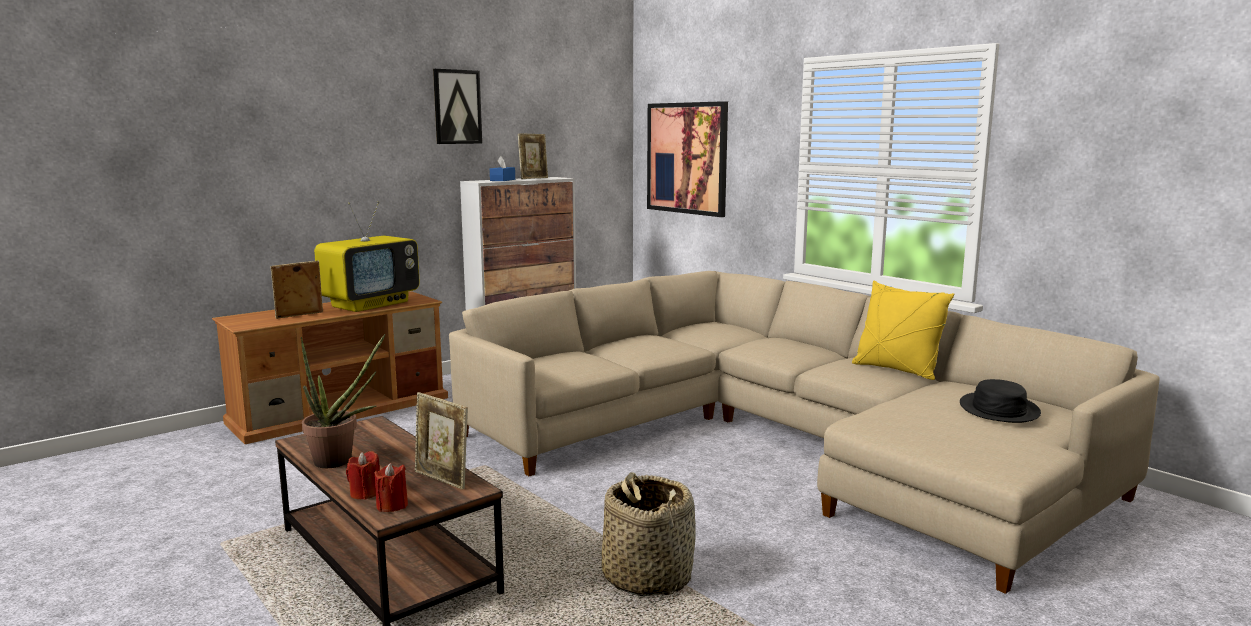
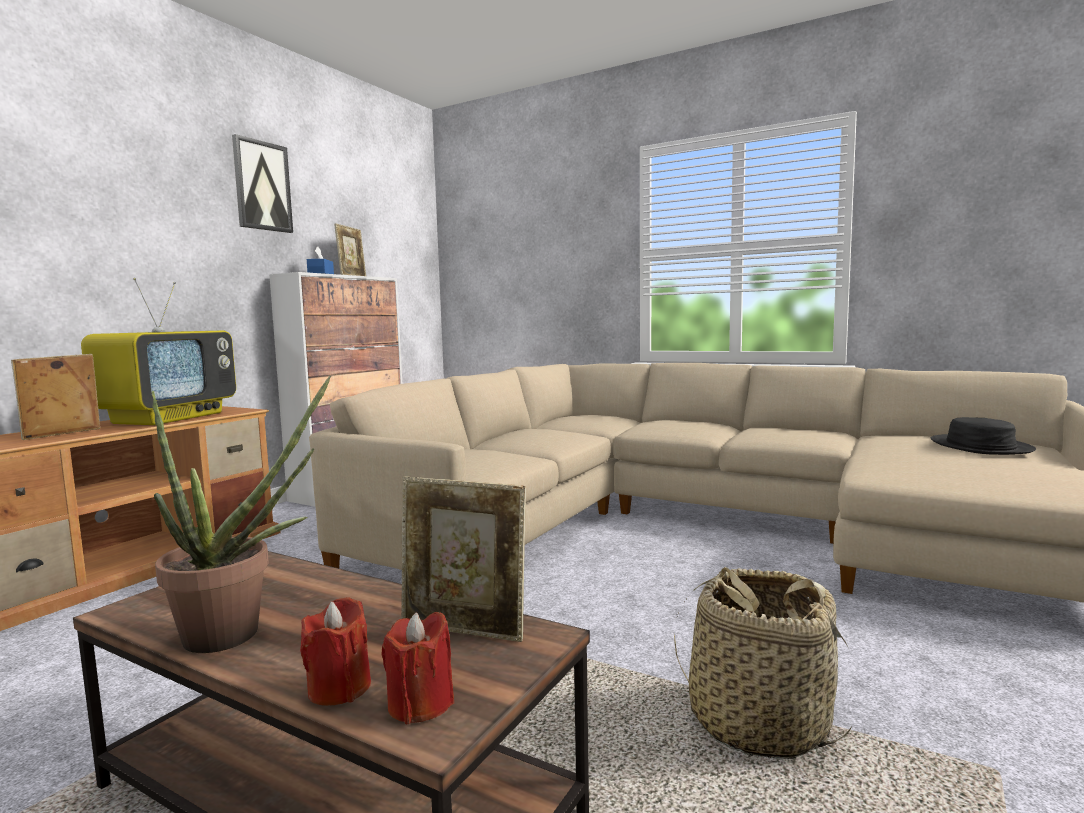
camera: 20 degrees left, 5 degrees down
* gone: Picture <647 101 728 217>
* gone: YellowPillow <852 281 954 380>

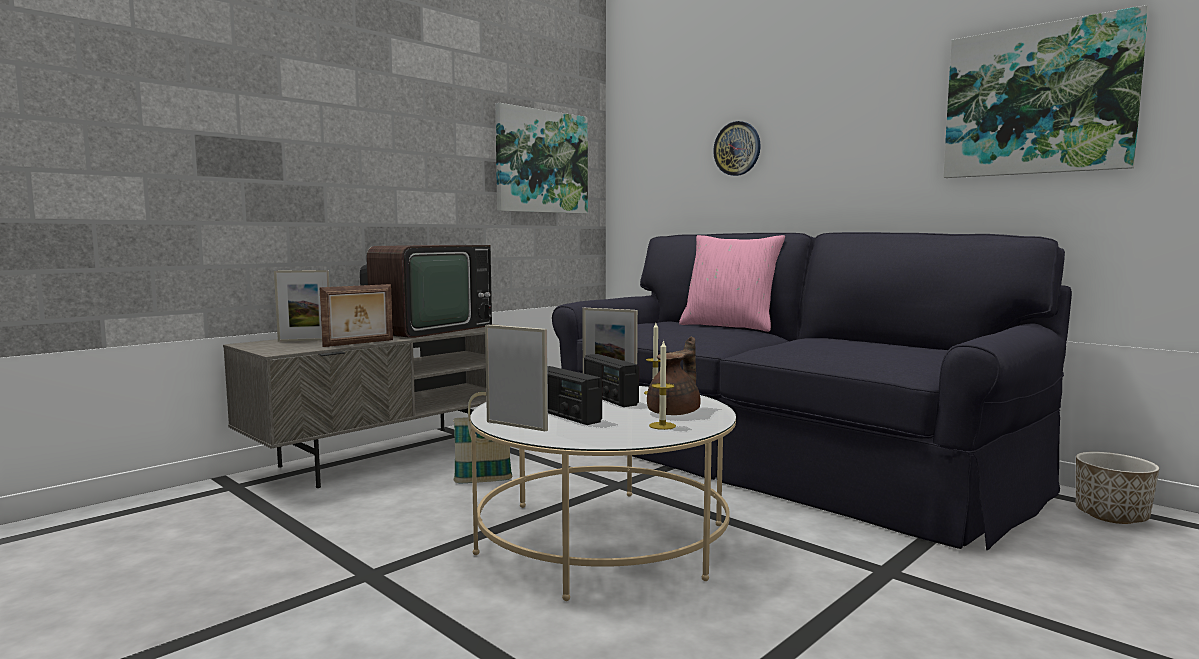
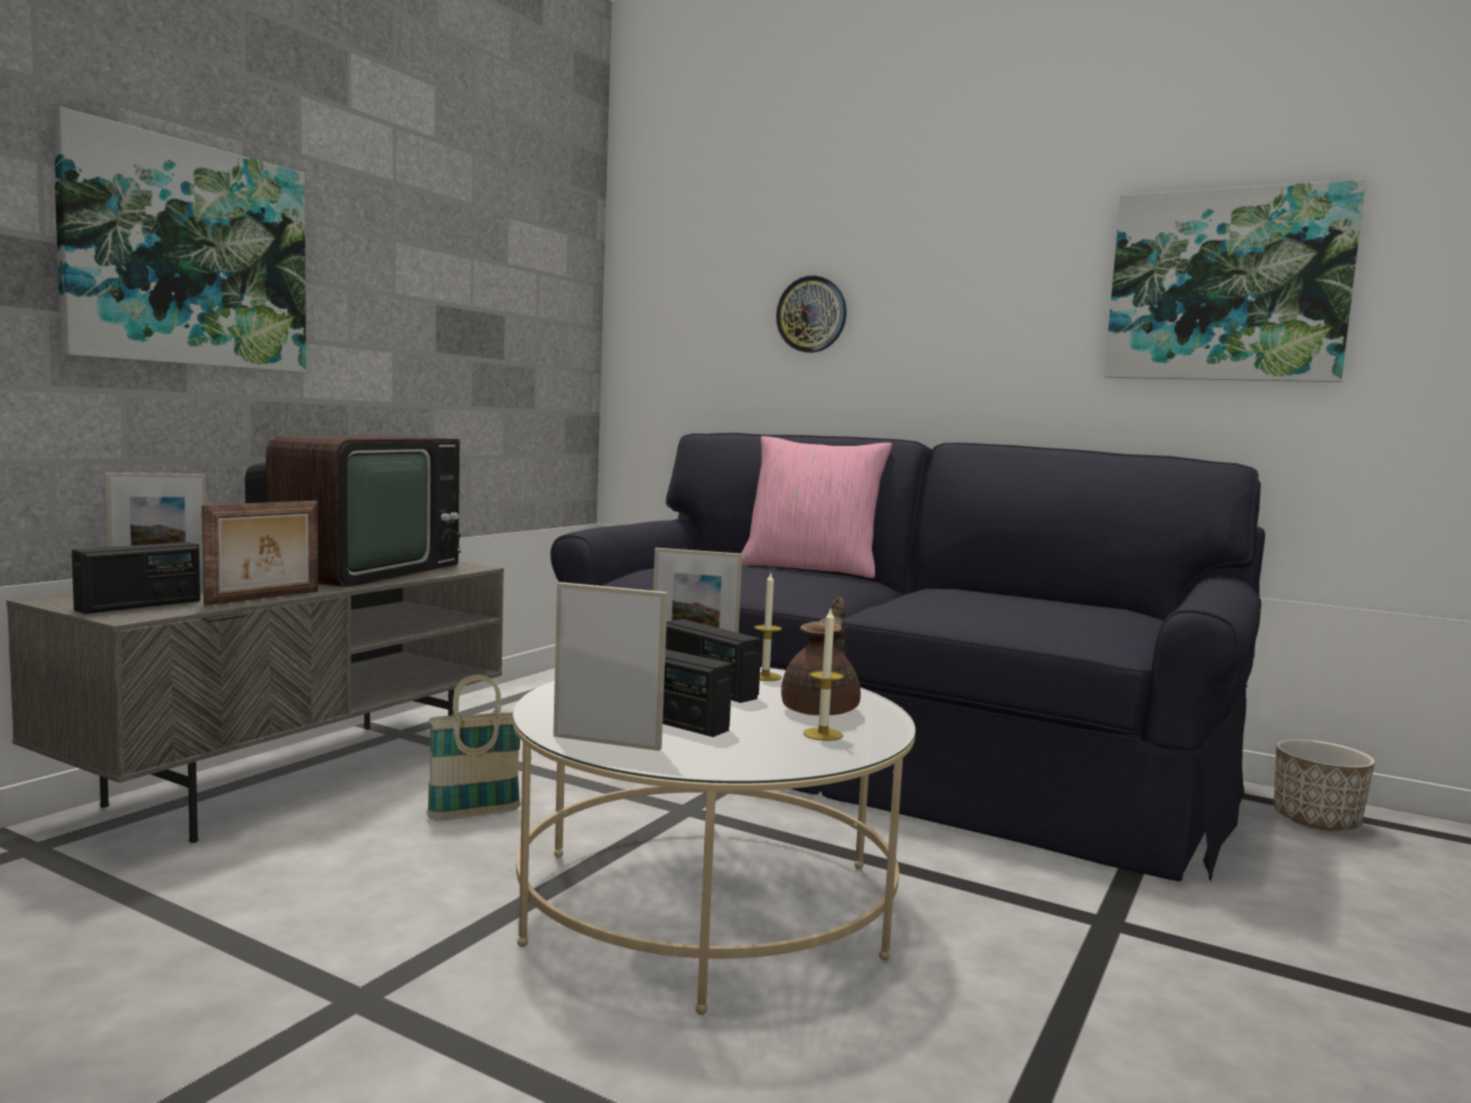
camera: 15 degrees left, 0 degrees up
* shifted: Picture <495 103 588 214> to <52 107 306 372>
* new: Radio <72 542 200 614>

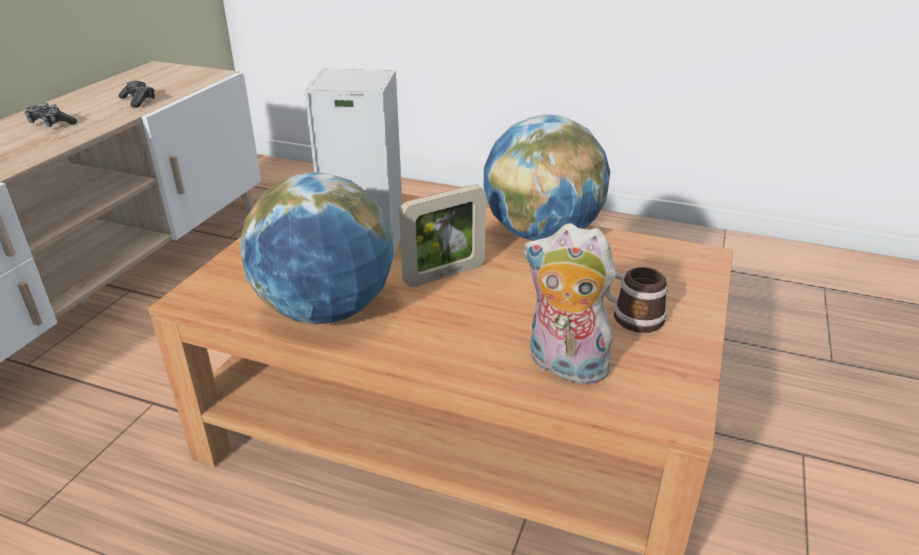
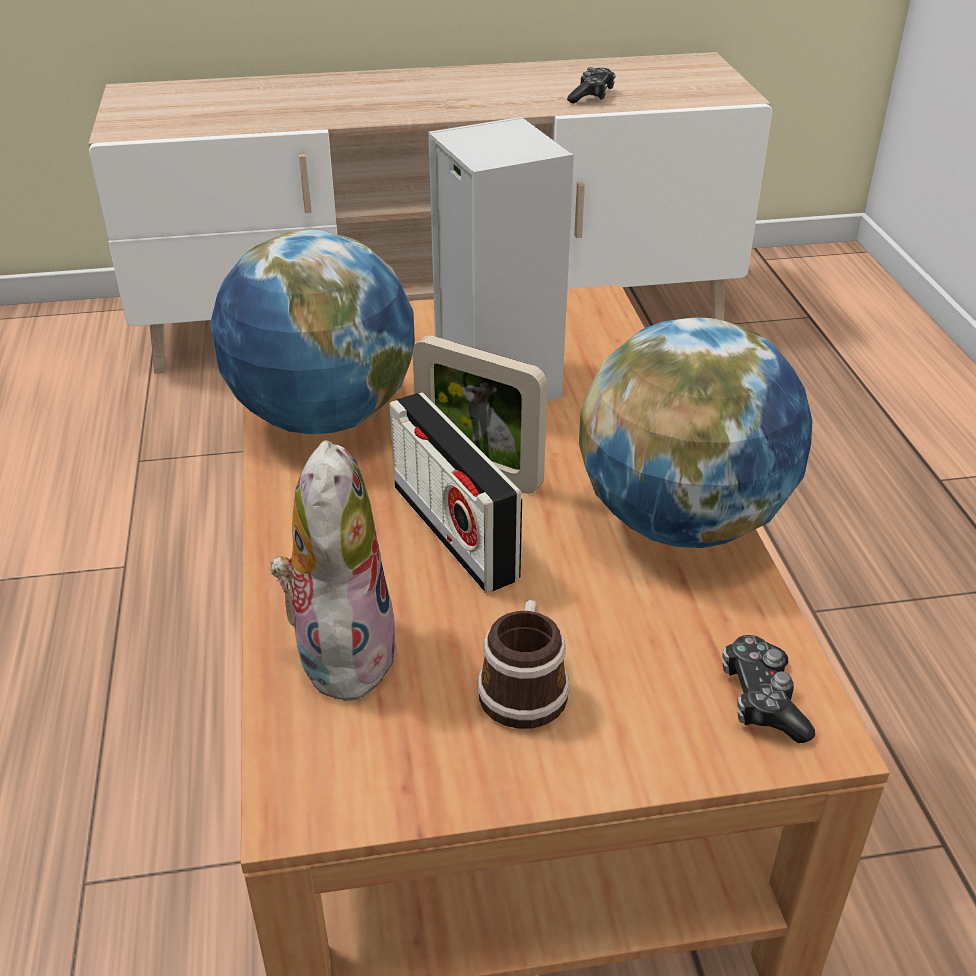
camera: 60 degrees right, 5 degrees up
* shifted: GameController <24 103 77 127> to <722 635 815 743>
* new: Radio <389 392 522 593>

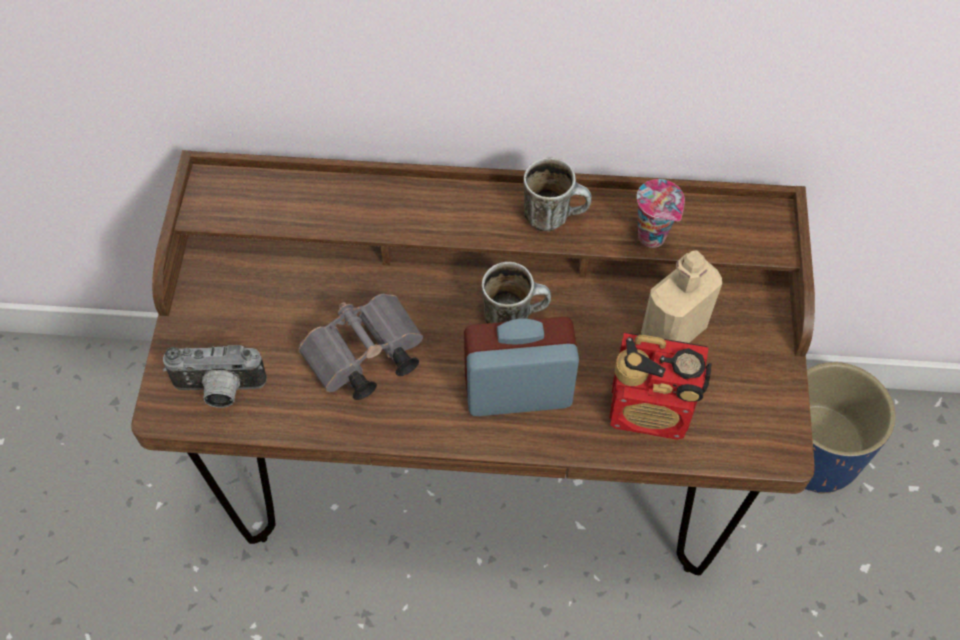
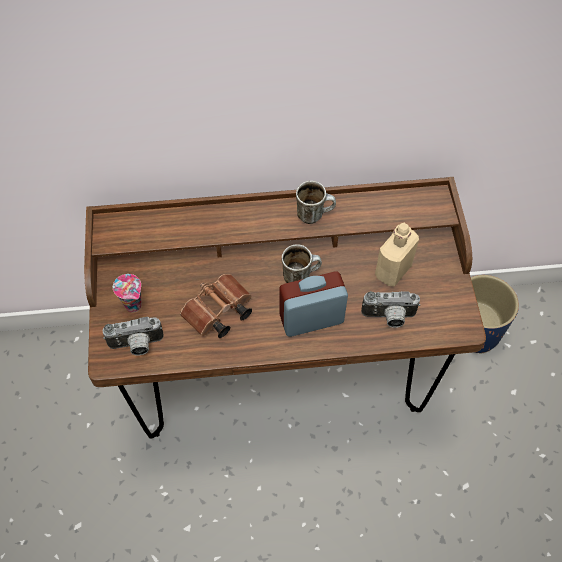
camera: 10 degrees left, 0 degrees up
* repainted: GreyBinoculars <298 294 423 400> to BrownBinoculars <180 274 252 338>
* swapped: Radio <609 332 712 440> to PhotoCamera <361 291 420 328>
* shifted: Cup <637 179 685 248> to <113 274 142 312>

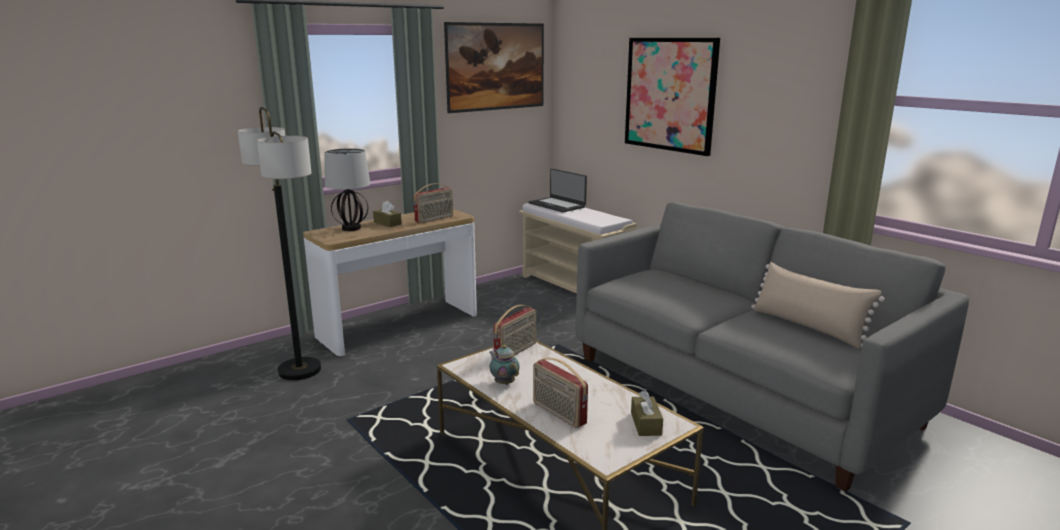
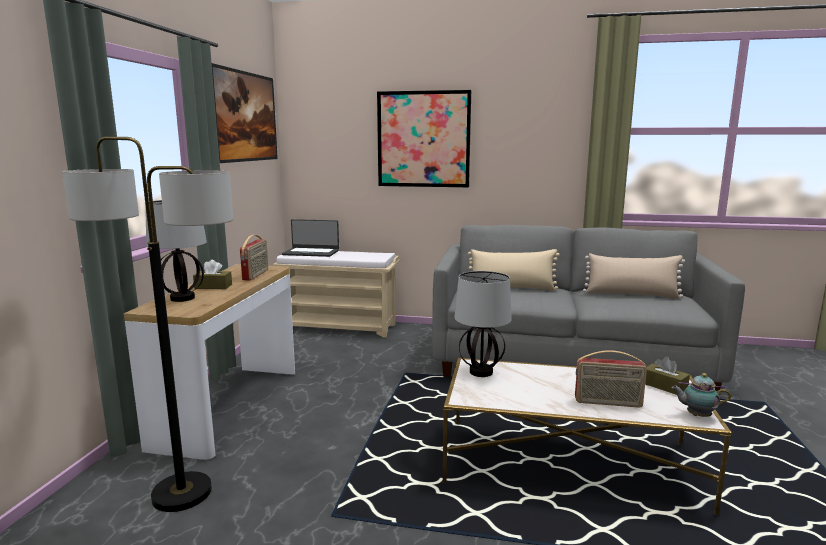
camera: 40 degrees left, 5 degrees down
* shifted: Teapot <489 345 520 385> to <671 373 731 417>
* swapped: Radio <493 305 536 356> to TableLamp <454 271 512 377>
* new: BeigePillow <468 249 559 291>

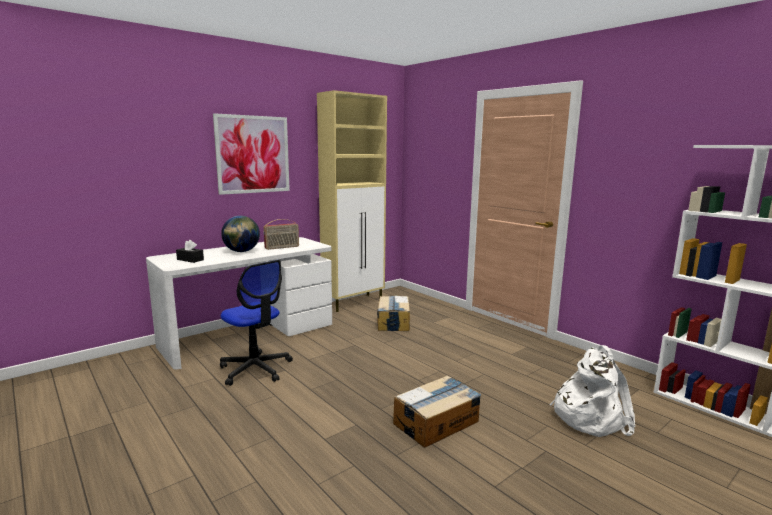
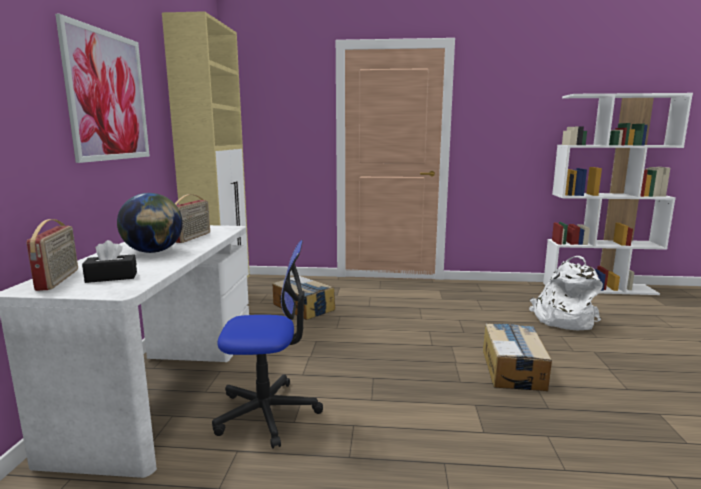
camera: 45 degrees left, 0 degrees up
* new: Radio <27 219 78 291>

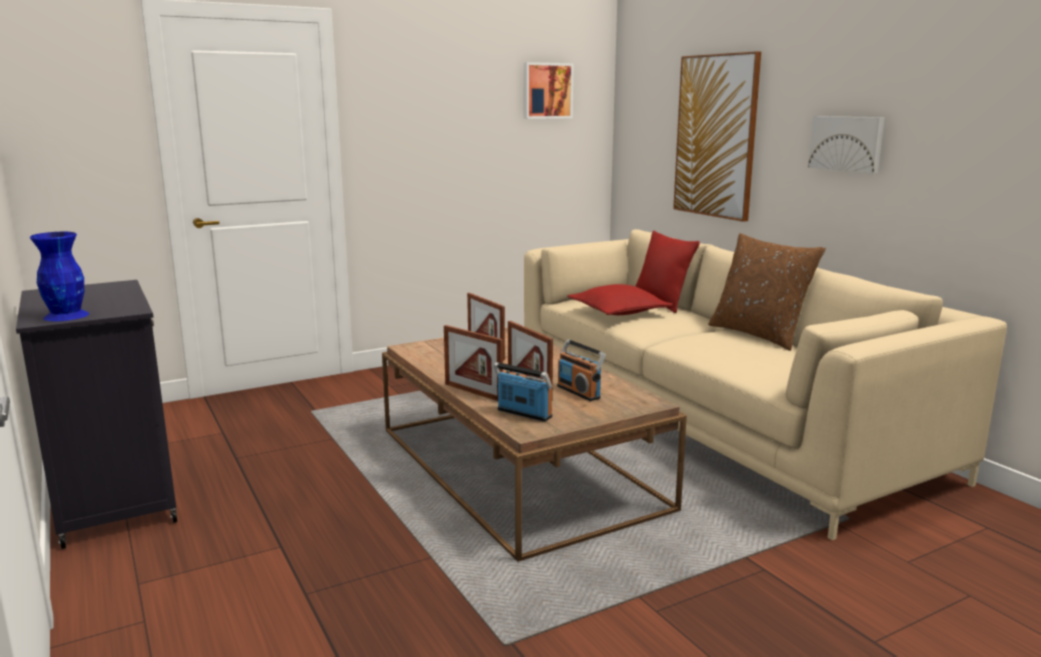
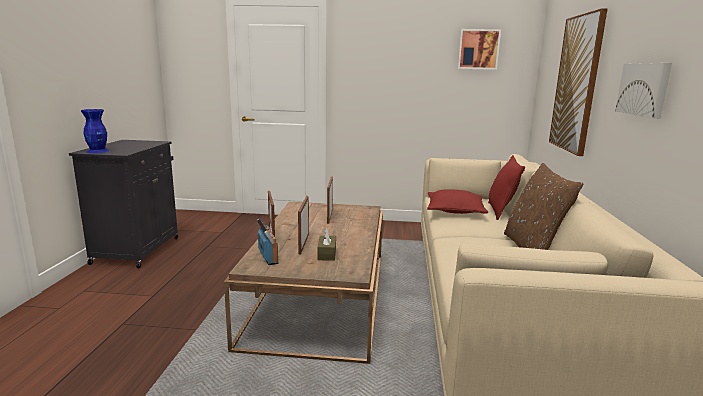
camera: 35 degrees right, 0 degrees up
* swapped: Radio <557 339 606 401> to BrownTissueBox <318 228 336 261>

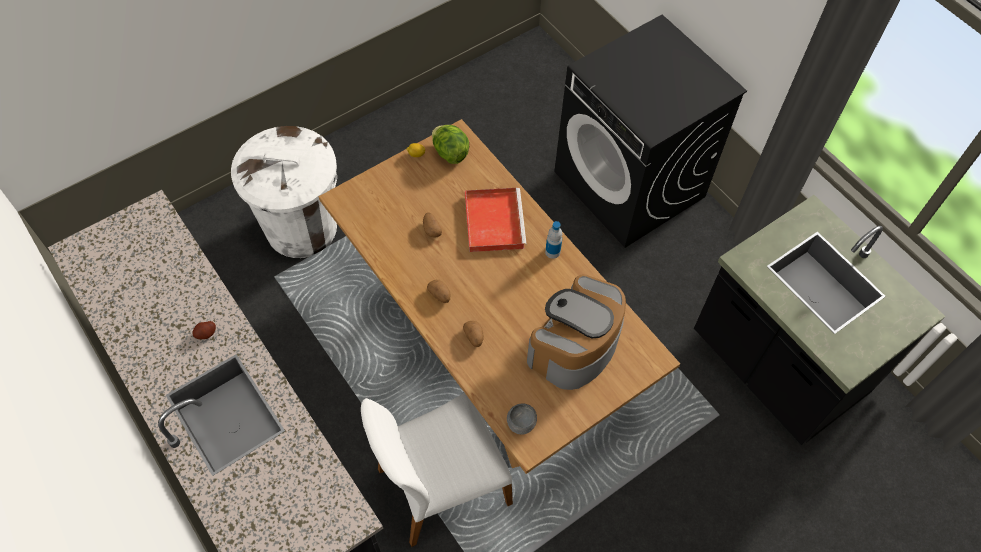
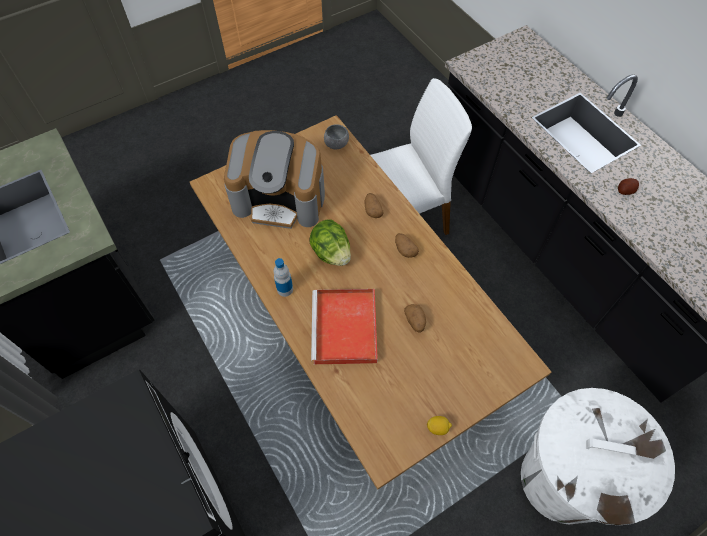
camera: 175 degrees left, 0 degrees up
* shifted: Lettuce <432 125 469 164> to <310 219 351 266>
* rotated: CoffeeMachine <527 274 626 390> = <224 130 325 229> 60 degrees clockwise

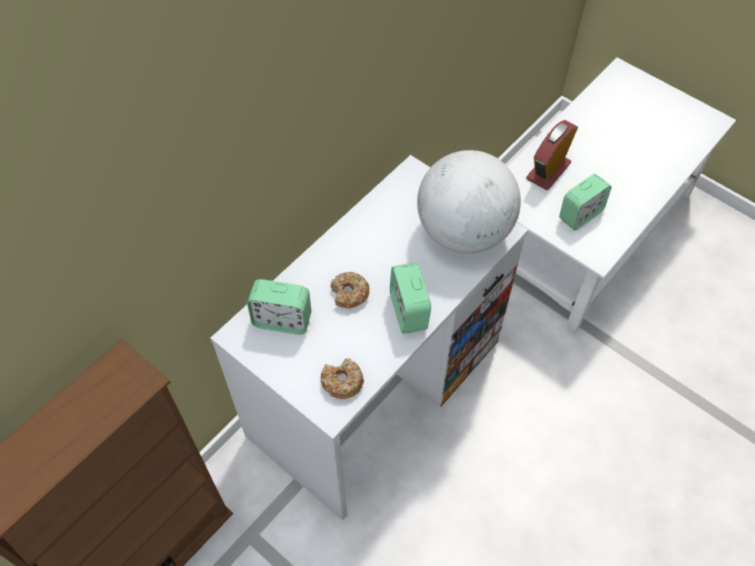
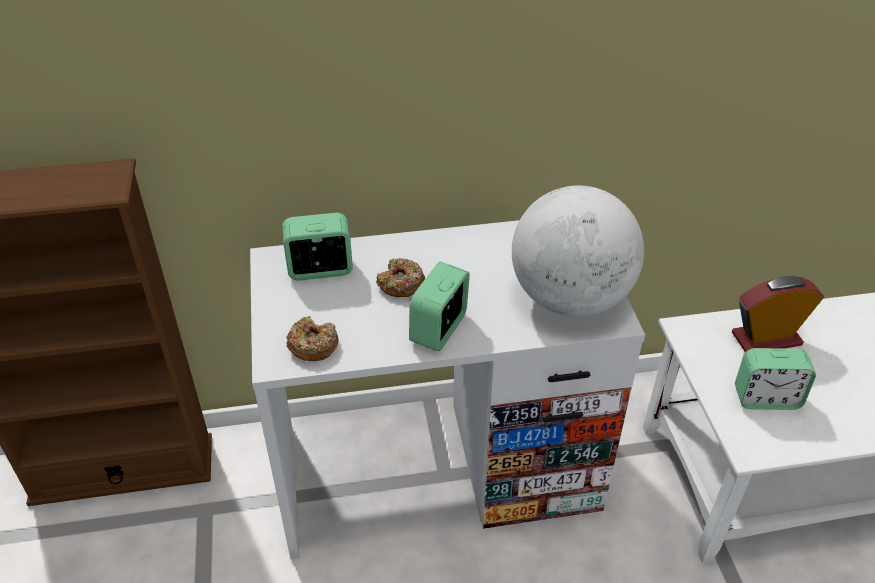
camera: 40 degrees right, 15 degrees down
* rotated: AlarmClock <247 279 311 335> = <282 213 353 280> 120 degrees clockwise

